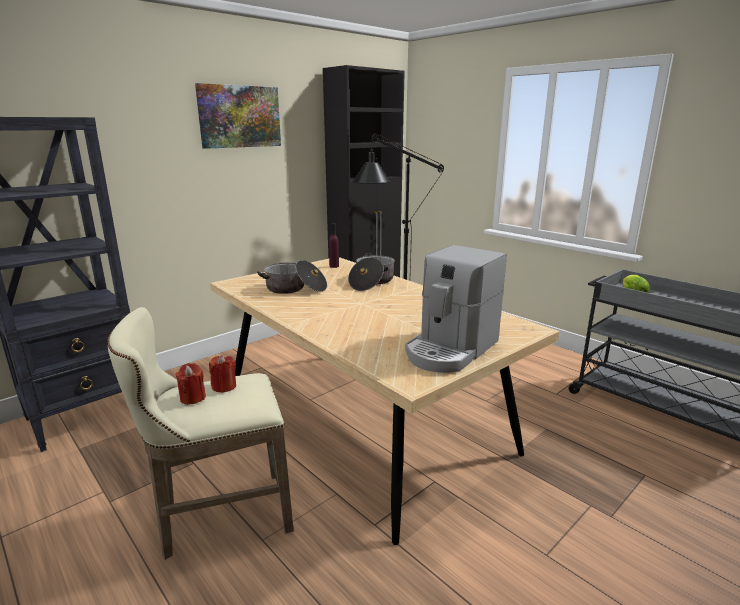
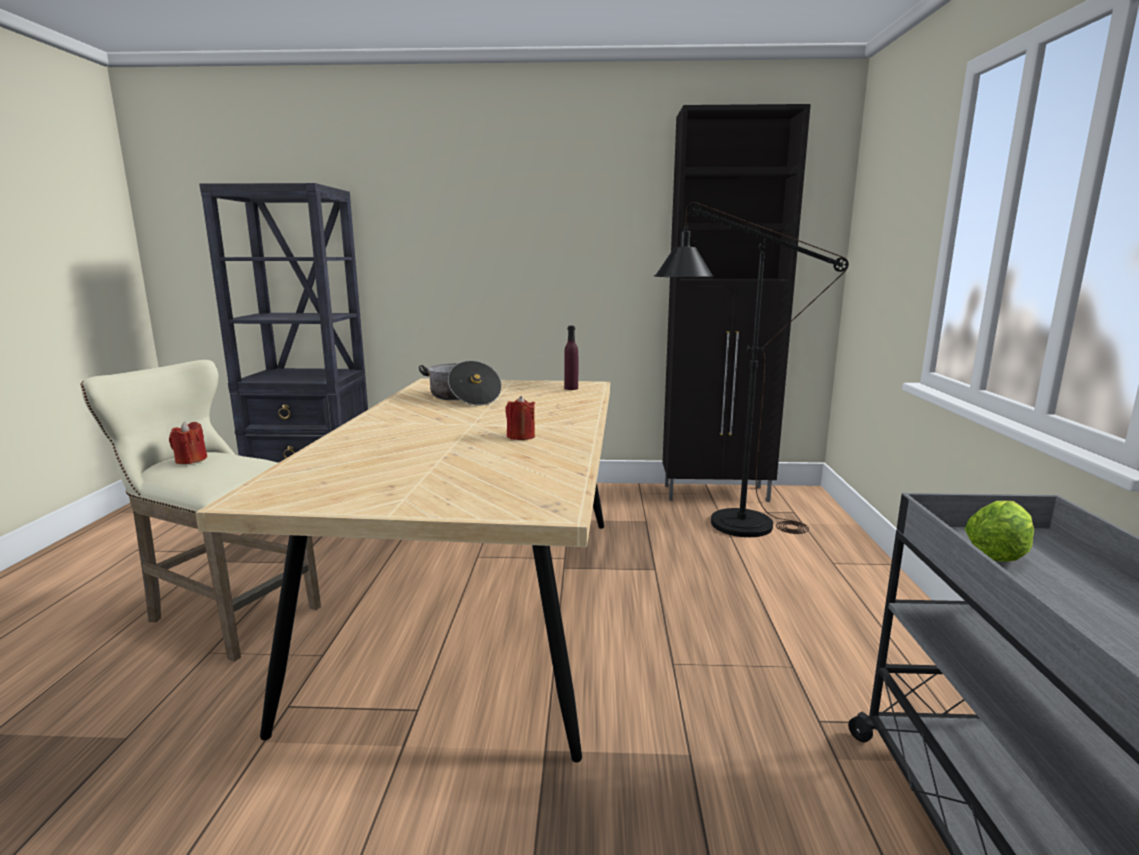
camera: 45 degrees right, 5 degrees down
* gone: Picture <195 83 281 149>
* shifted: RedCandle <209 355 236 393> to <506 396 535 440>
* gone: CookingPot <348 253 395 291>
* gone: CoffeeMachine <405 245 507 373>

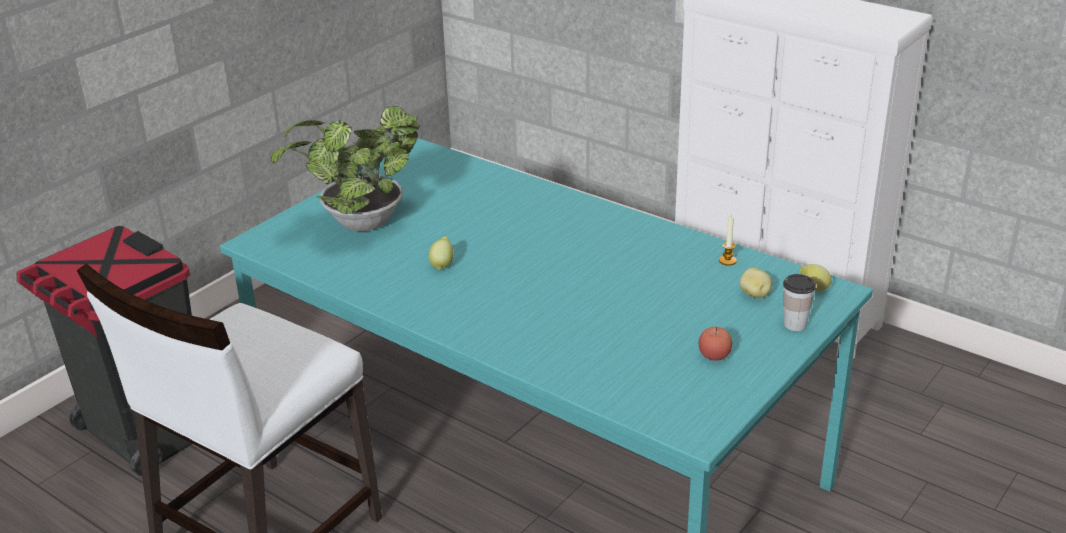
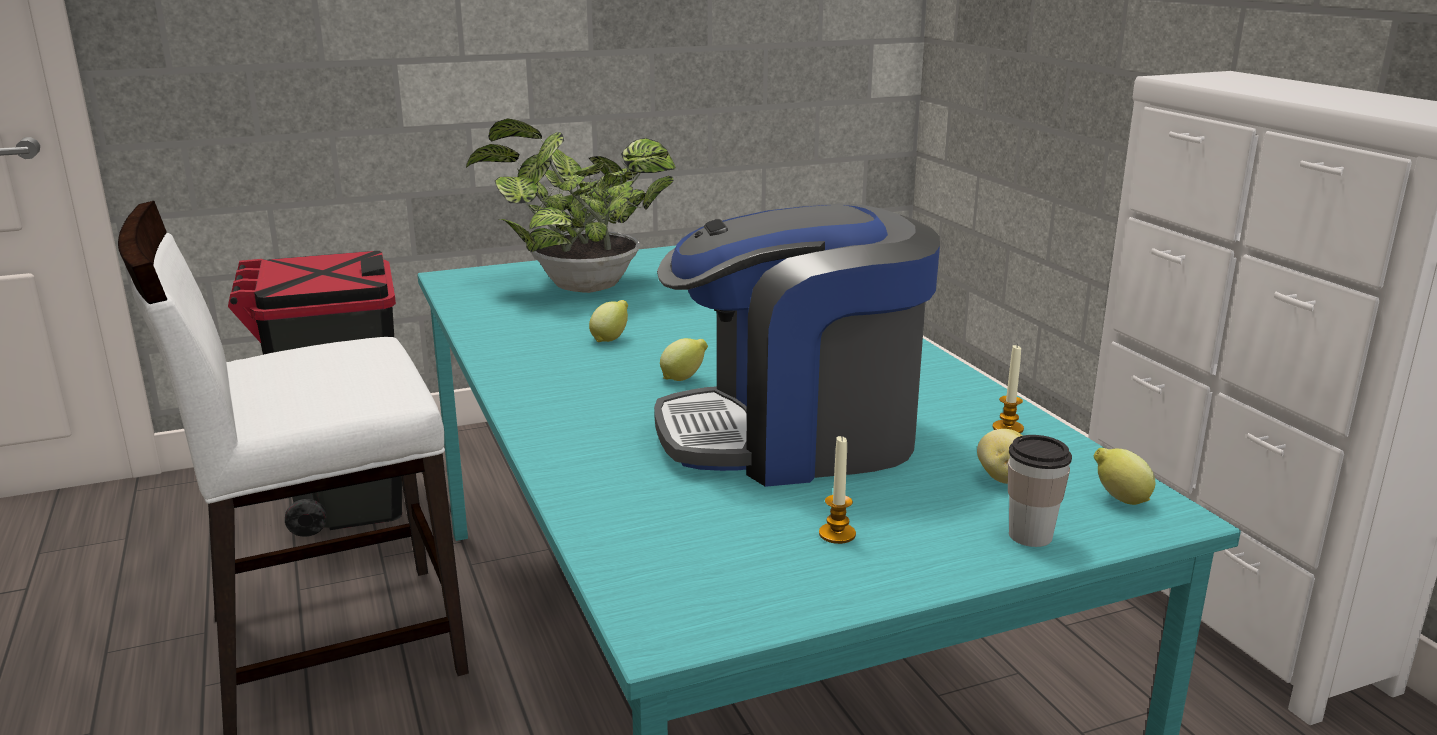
camera: 30 degrees right, 10 degrees down
* swapped: Apple <699 327 732 361> to Candle <819 436 856 544>
* new: CoffeeMachine <654 204 940 487>
* new: Lemon <660 338 708 381>

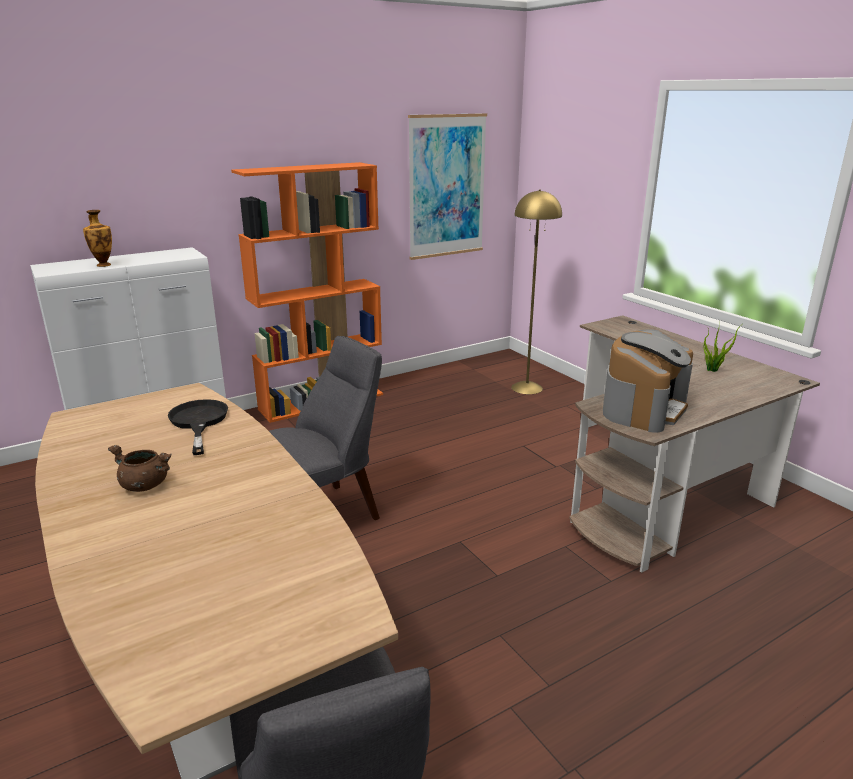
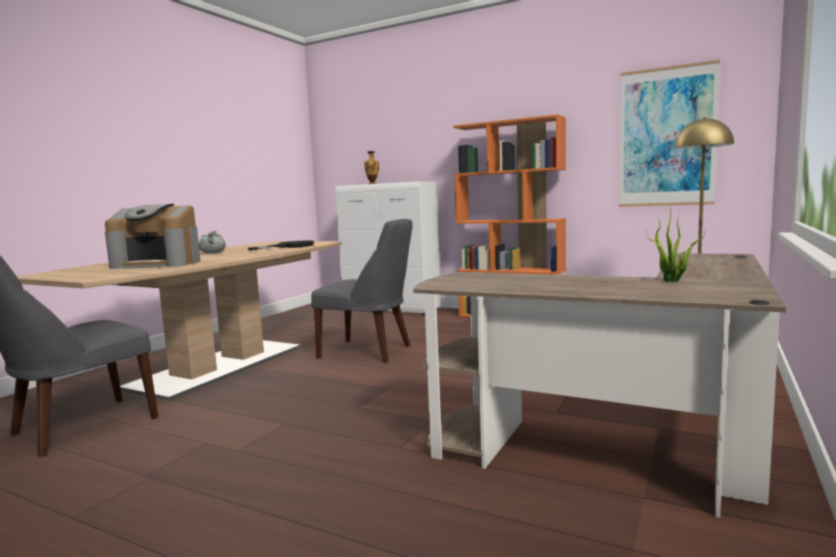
camera: 60 degrees right, 15 degrees down
* repainted: BrownCookingPot <108 445 172 492> to GreyCookingPot <199 230 226 253>
* shifted: CoffeeMachine <603 329 693 433> to <105 204 200 269>

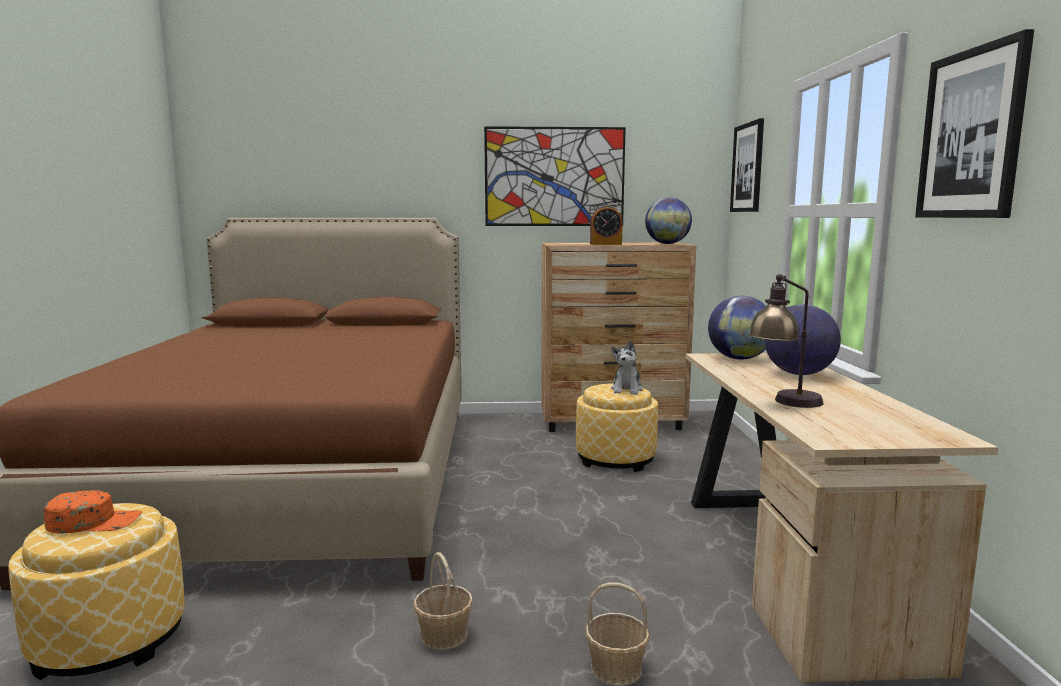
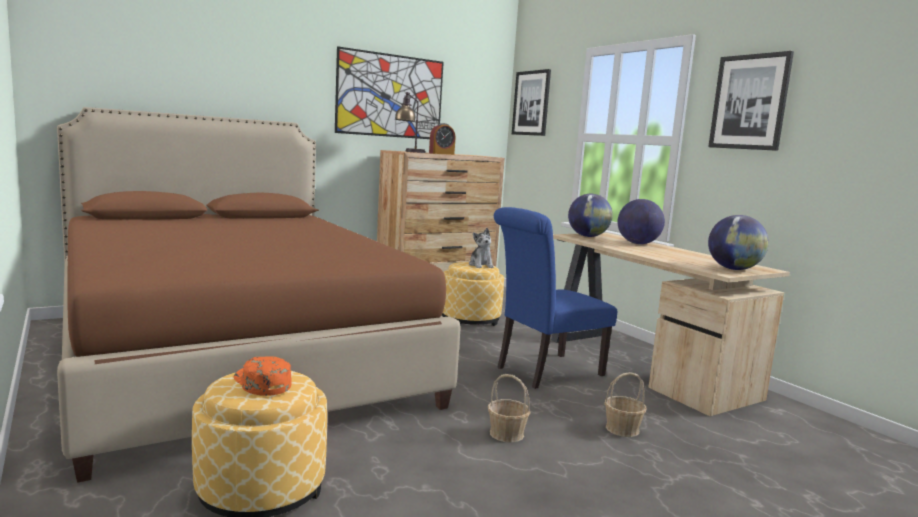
camera: 30 degrees left, 0 degrees up
* rotated: OrangeCap <44 490 142 533> = <234 356 292 396> 90 degrees counterclockwise
* shifted: Globe <645 198 692 244> to <708 215 769 270>
* shifted: TableLamp <748 274 824 408> to <395 92 425 153>
* new: BlueChair <494 207 617 389>

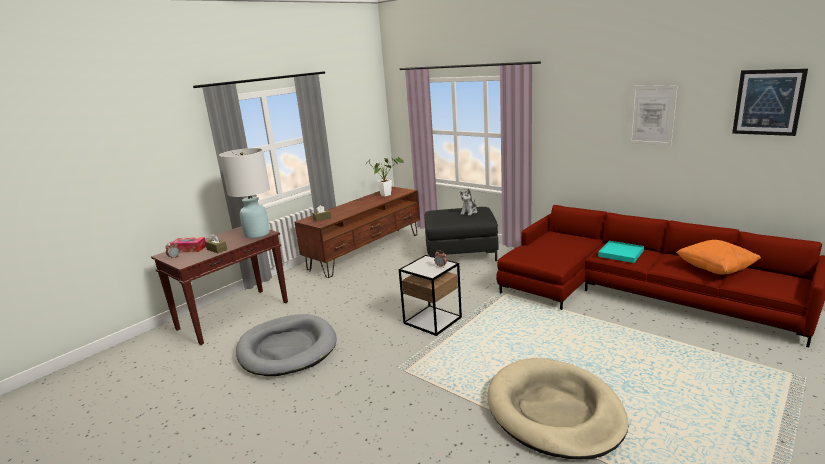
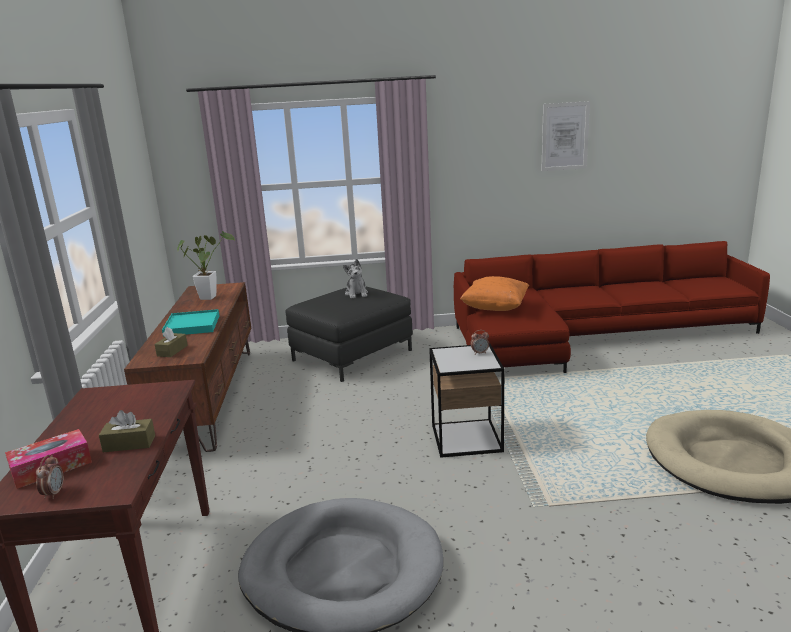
camera: 45 degrees left, 0 degrees up
* gone: WhiteTableLamp <219 148 270 238>
* shifted: TurquoiseTray <598 241 644 263> to <162 309 219 337>
* shifted: OrangePillow <676 240 761 274> to <460 276 529 311>
* gone: Picture <732 68 808 136>

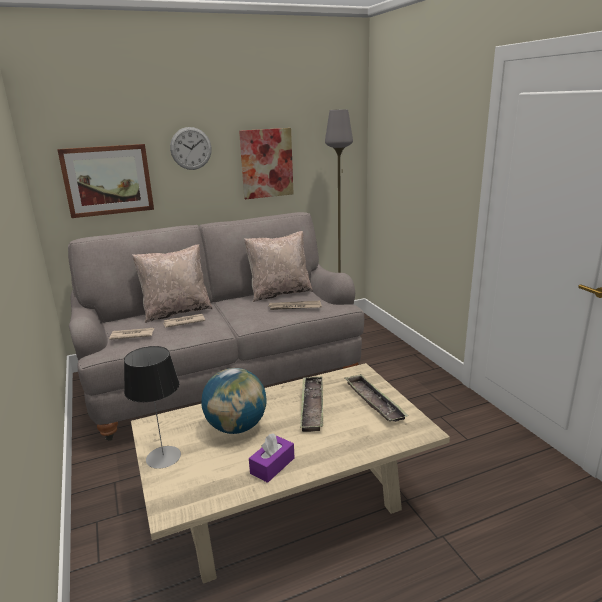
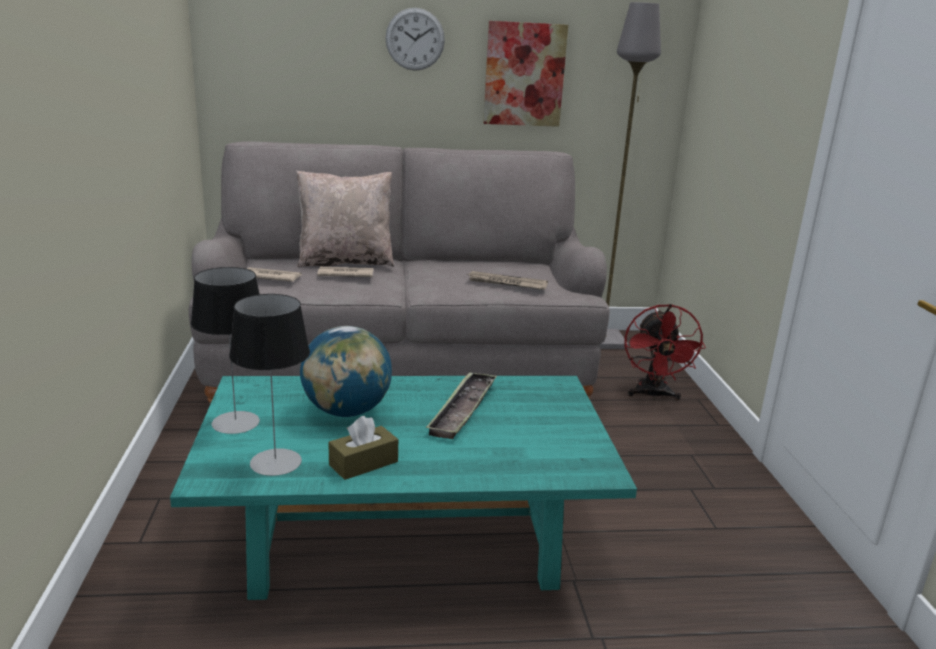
camera: 15 degrees right, 0 degrees up
* gone: Picture <57 144 154 218>
* repainted: BeigeCoffeeTable <131 363 450 584> to TurquoiseCoffeeTable <170 376 637 600>
* gone: BeigePillow <244 231 313 302>
* repainted: PurpleTissueBox <249 433 295 483> to BrownTissueBox <328 416 398 480>
* gone: Tray <344 374 409 422>
* new: TableLamp <229 294 310 476>
* new: RedFan <625 304 706 400>

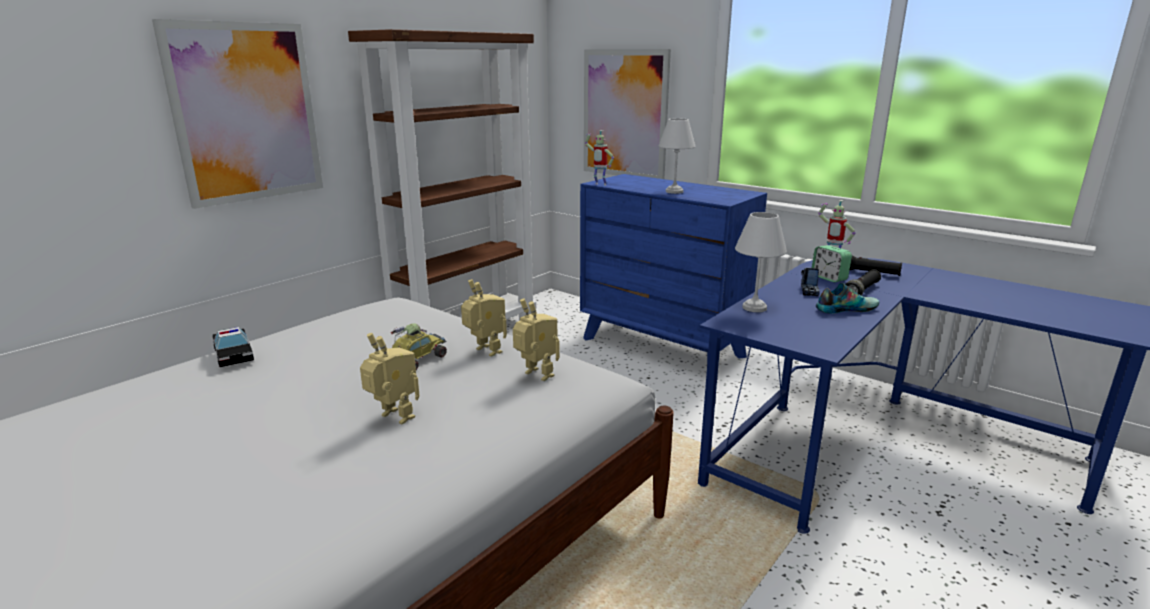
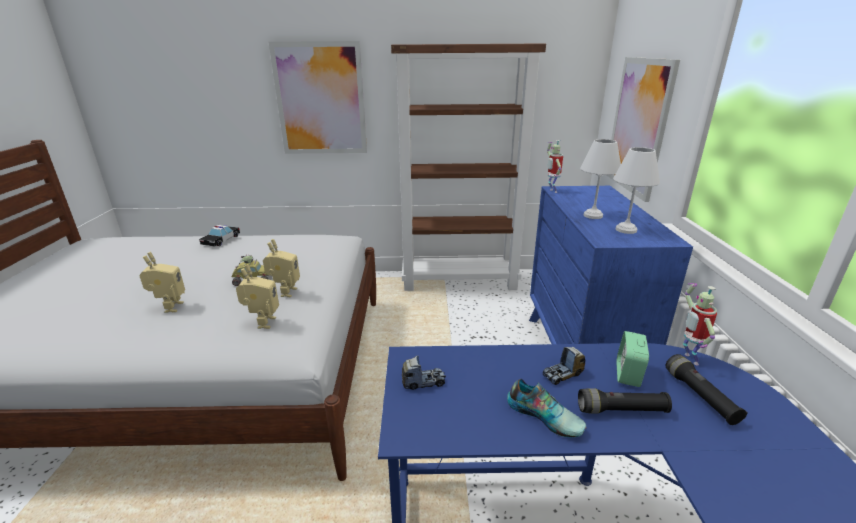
camera: 50 degrees right, 5 degrees up
* shifted: WhiteTableLamp <735 212 787 312> to <613 147 660 234>
* new: ToyTruck <402 356 446 390>

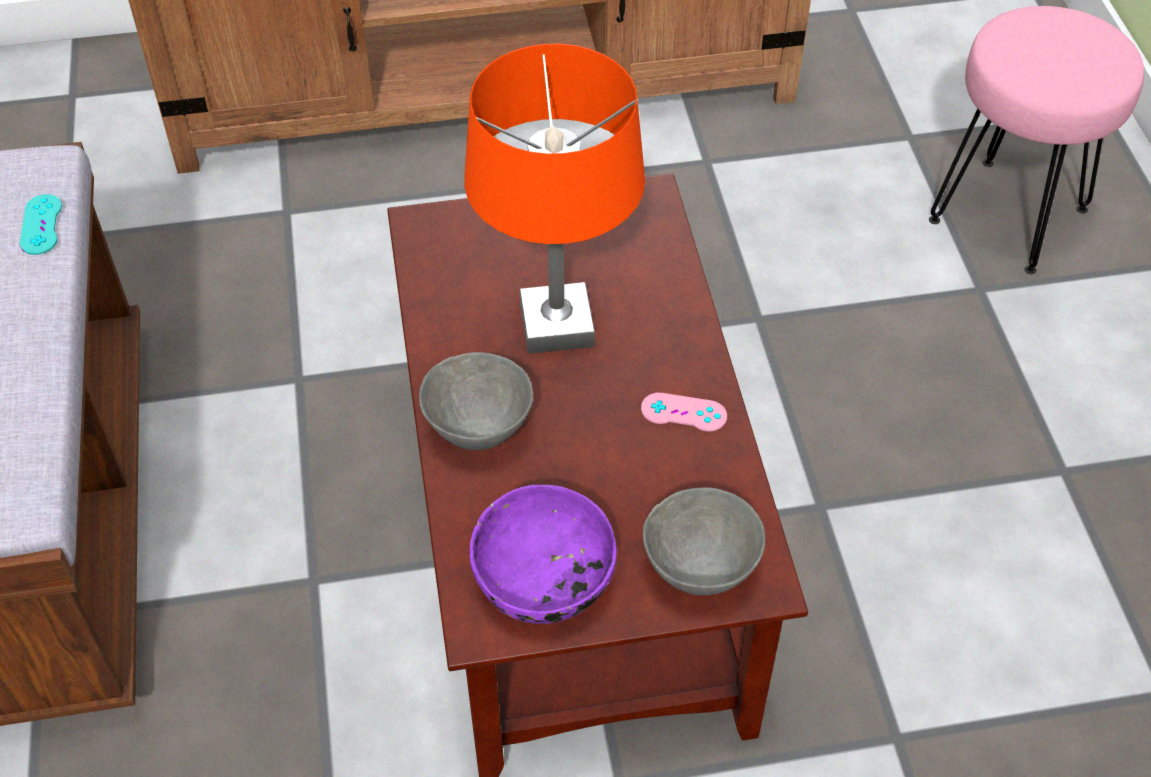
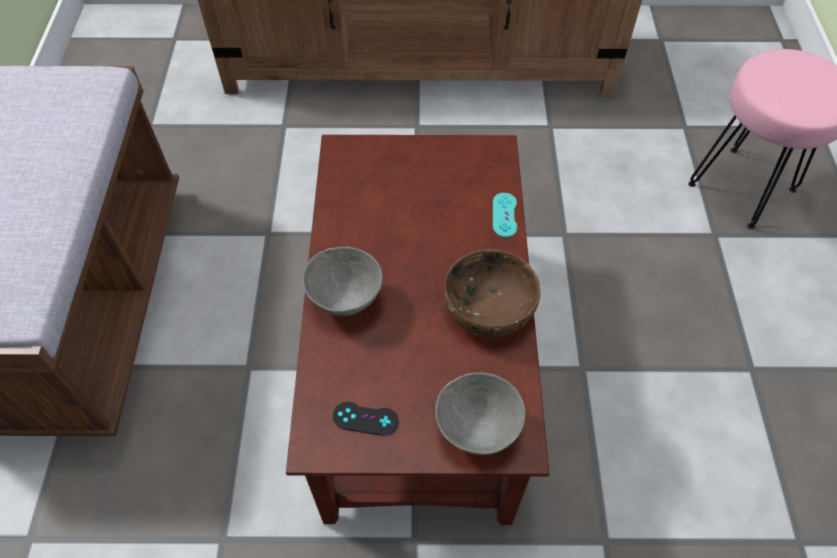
camera: 10 degrees right, 5 degrees up
* shifted: TurquoiseGameController <20 194 62 255> to <493 193 518 237>
* gone: OrangeTableLamp <464 44 645 354>
* swapped: PurpleBowl <470 485 617 624> to BlackGameController <333 402 399 436>
* swapped: PinkGameController <641 393 727 432> to BrownBowl <444 249 541 337>

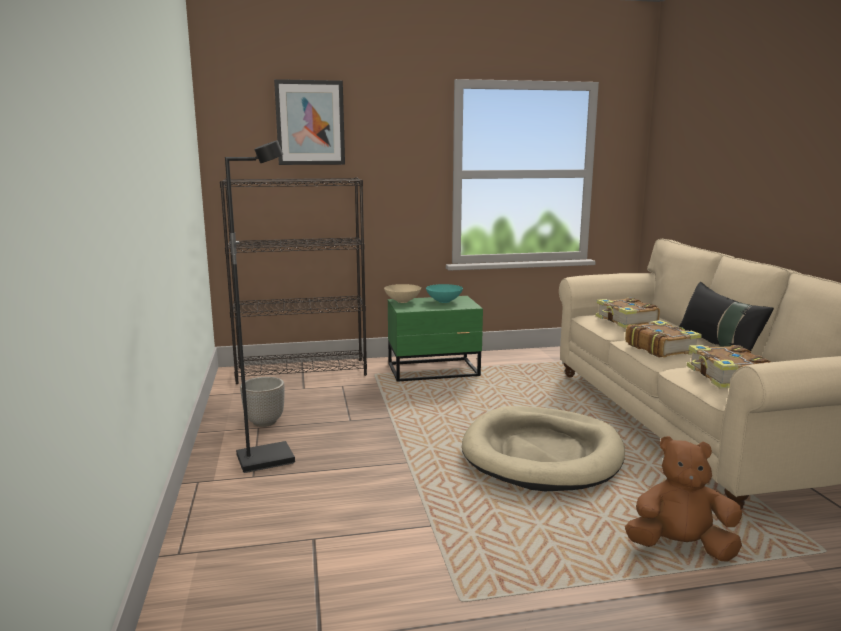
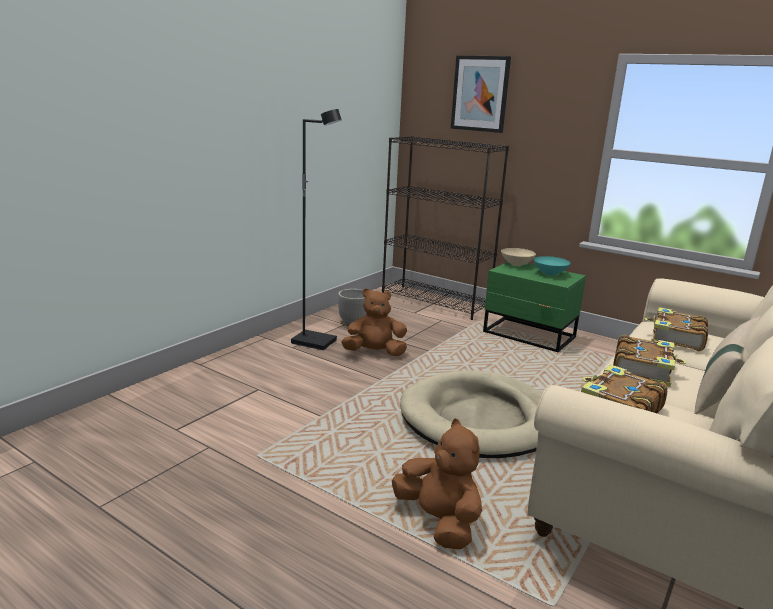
camera: 45 degrees right, 5 degrees up
* repainted: BlackPillow <679 282 774 351> to BeigePillow <694 316 761 414>
* new: BrownPlushToy <341 288 407 356>

